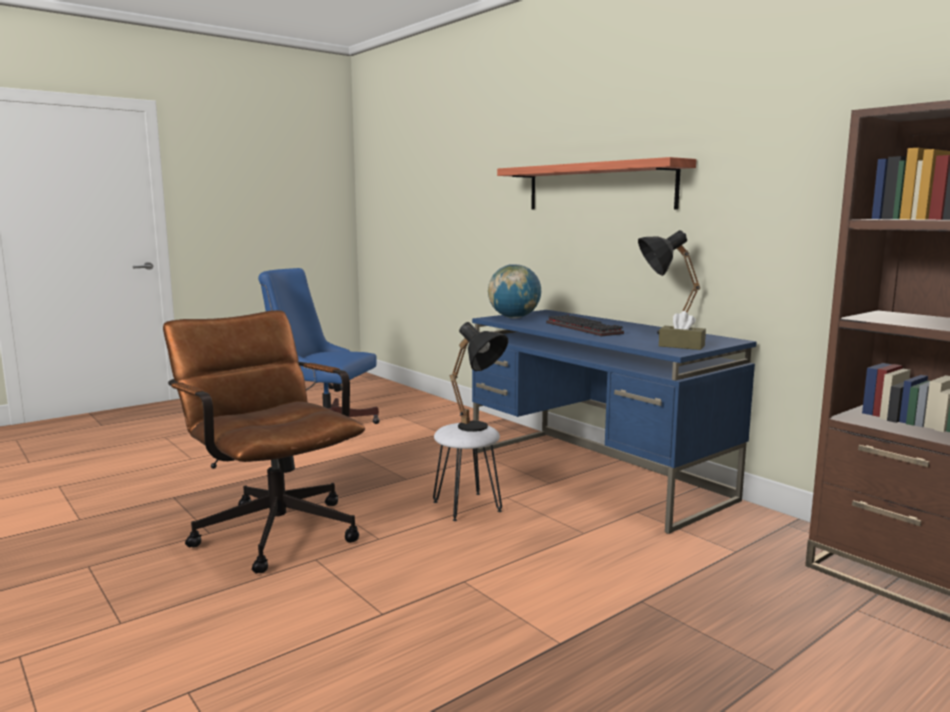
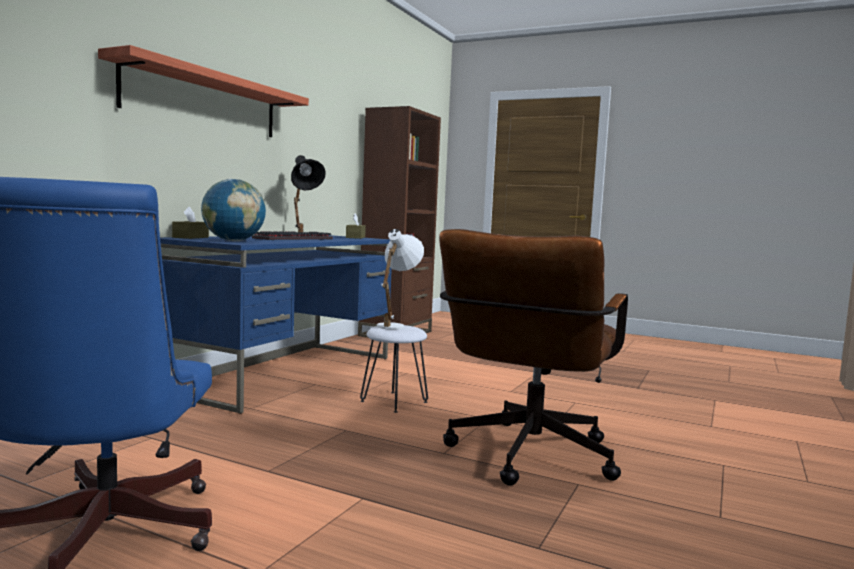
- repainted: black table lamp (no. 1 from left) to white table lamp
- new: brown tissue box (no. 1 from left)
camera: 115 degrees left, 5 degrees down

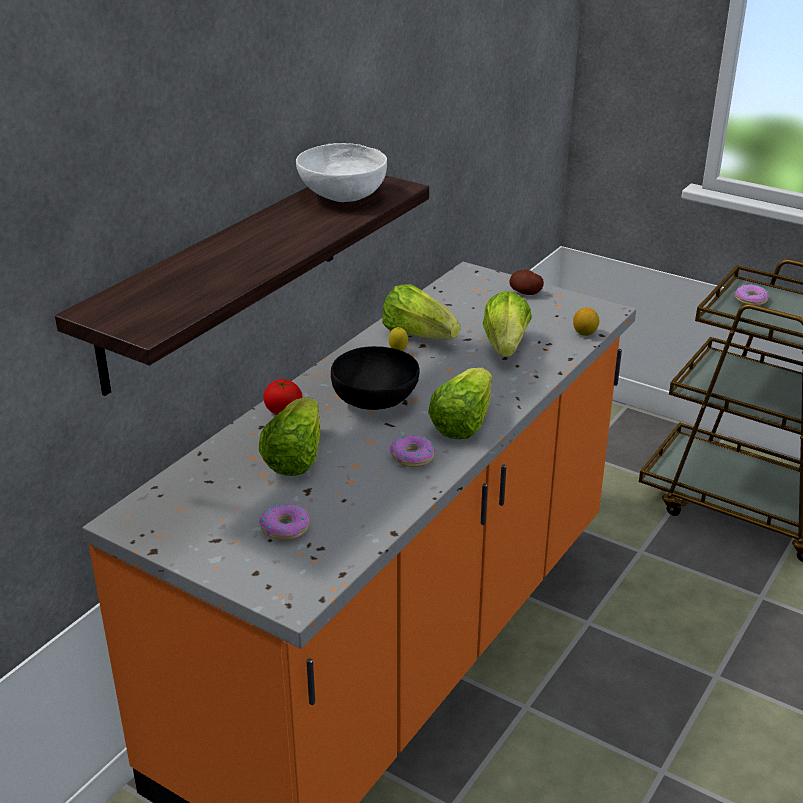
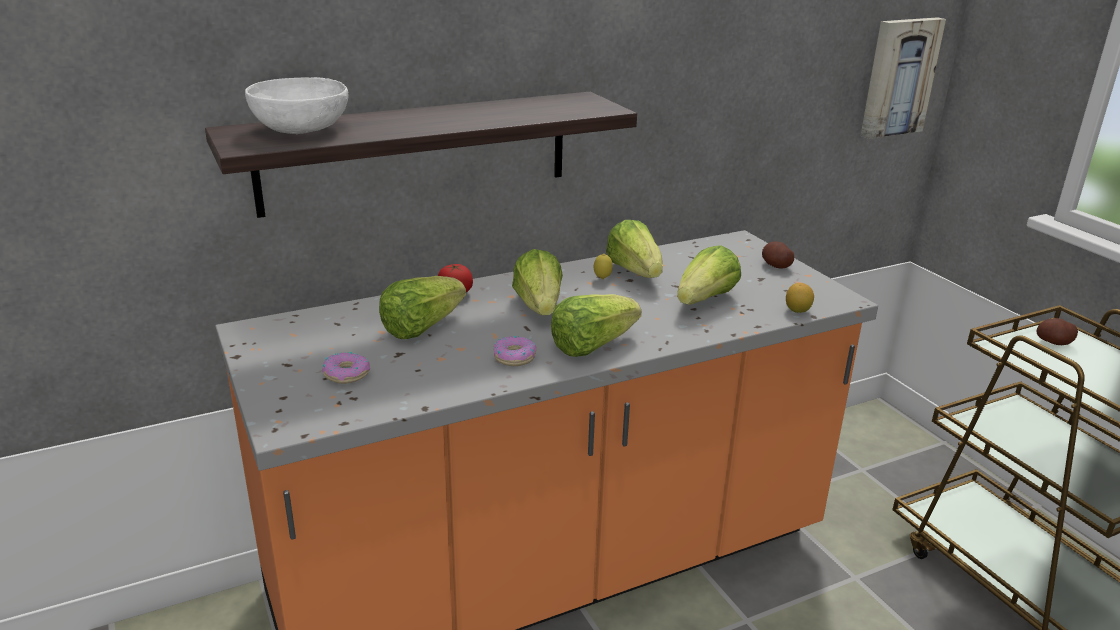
- shifted: white bowl
- swapped: donut (no. 3 from left) to potato (no. 2 from left)
- swapped: black bowl to lettuce (no. 2 from left)
- new: picture
camera: 30 degrees right, 5 degrees down

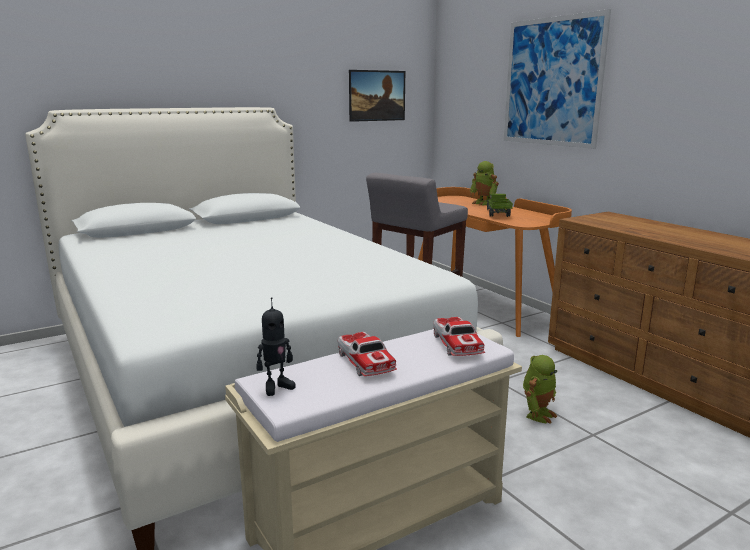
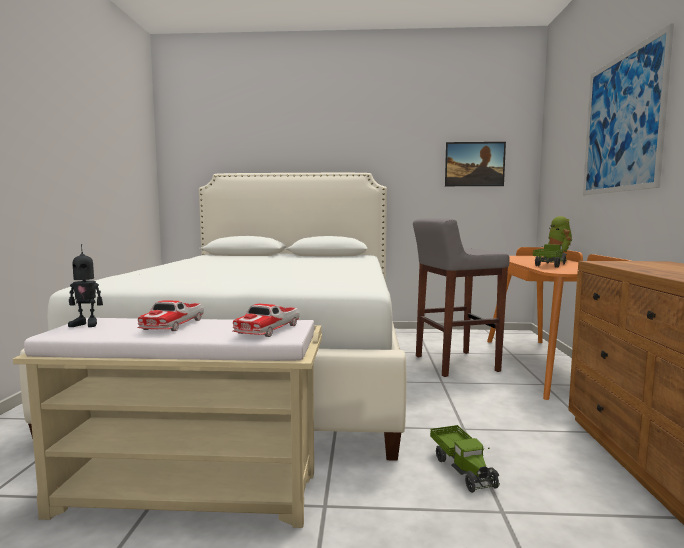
- swapped: toy robot (no. 3 from left) to toy truck (no. 1 from left)
camera: 35 degrees right, 10 degrees down

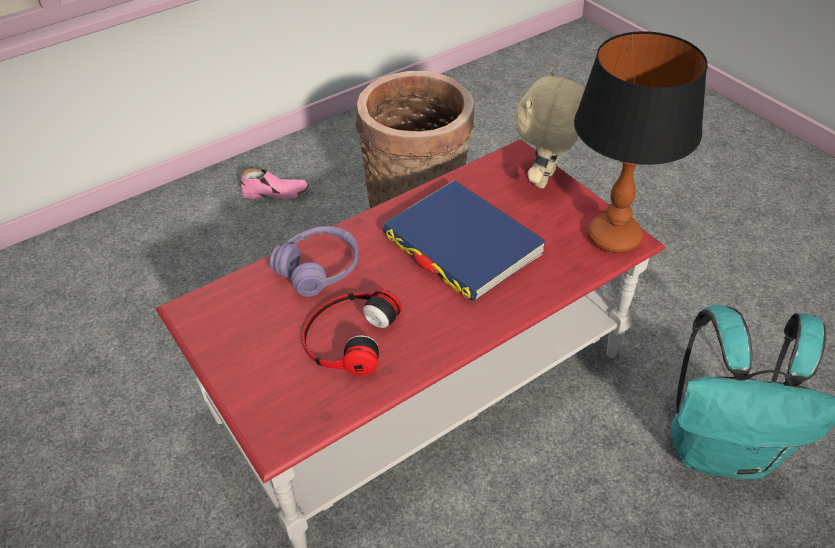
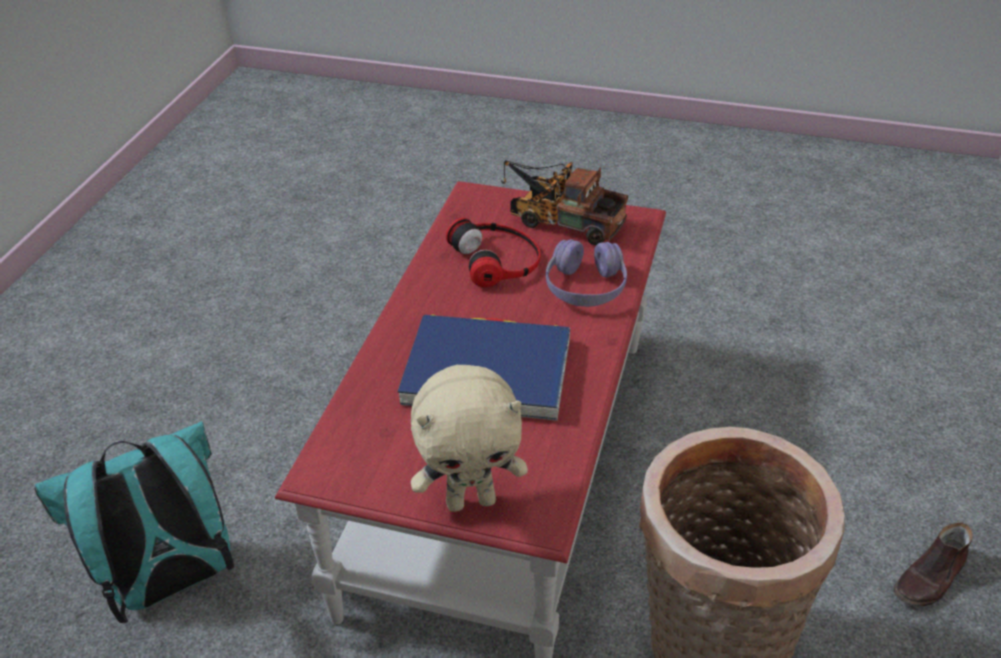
- gone: table lamp
- rotated: beige plush toy 90 degrees clockwise
- repainted: pink shoe to brown shoe
- new: toy truck
camera: 140 degrees right, 5 degrees down

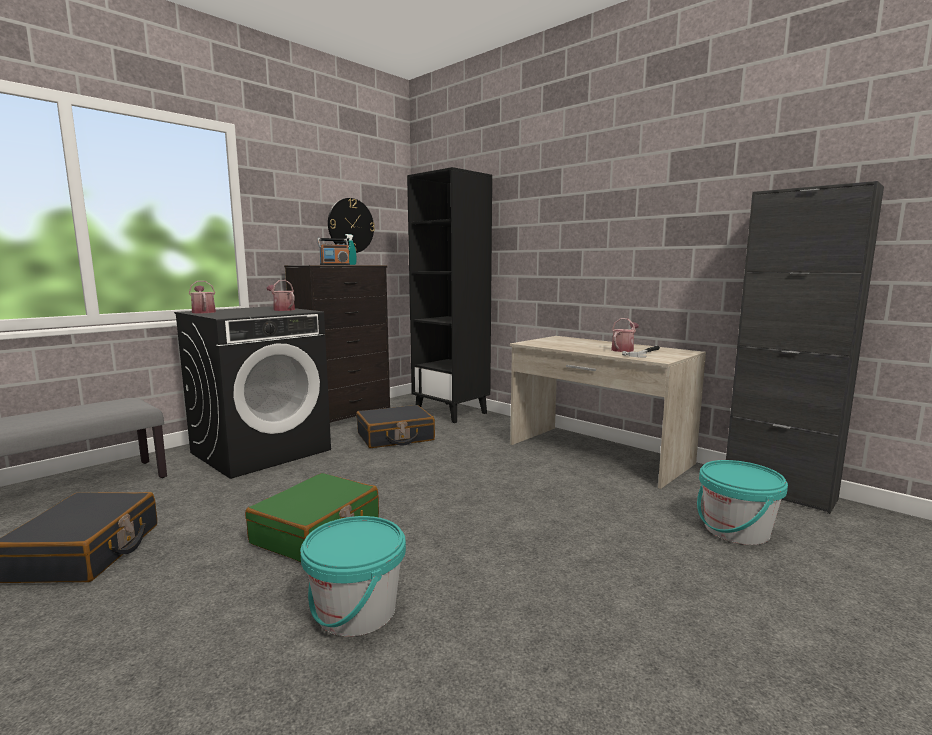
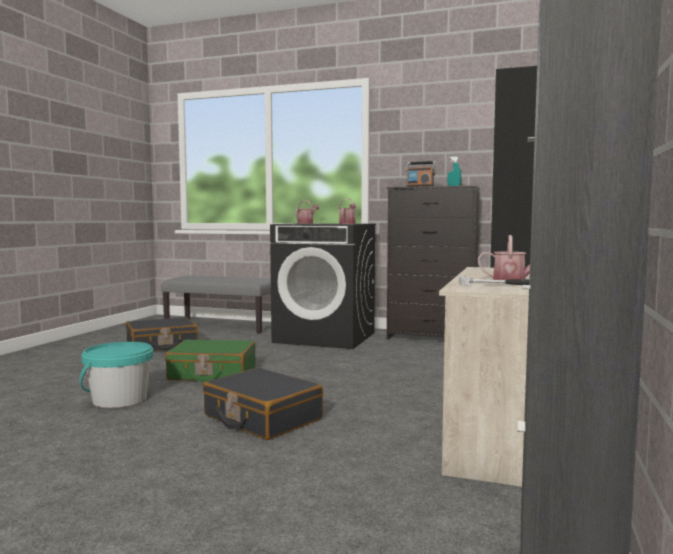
- gone: wall clock
- shifted: black suitcase (no. 2 from left)
- gone: turquoise bucket (no. 2 from left)
camera: 65 degrees right, 5 degrees down

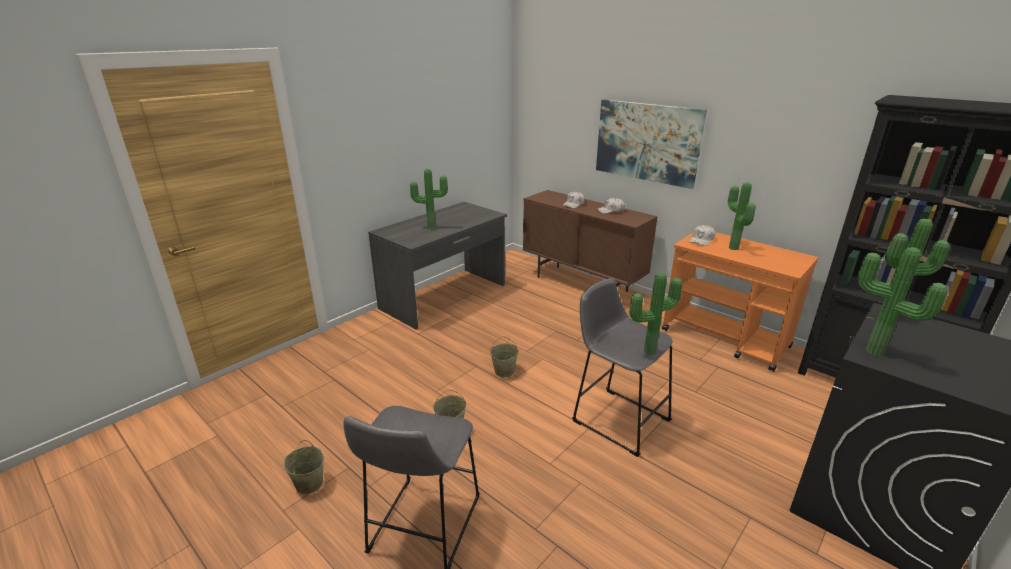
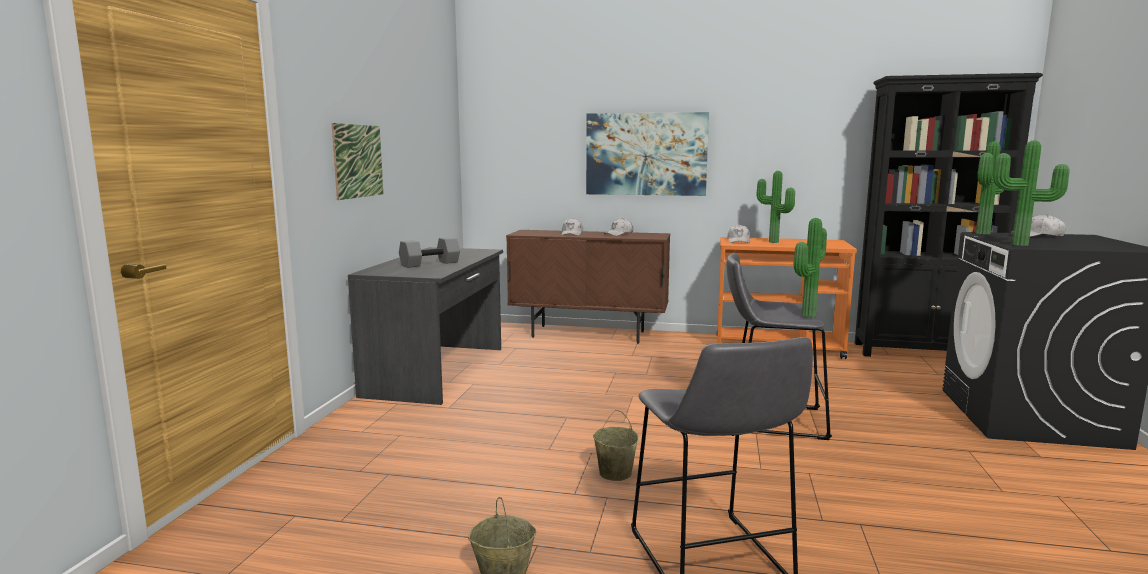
- swapped: potted plant (no. 1 from left) to grey dumbbell
- gone: beige bucket (no. 3 from left)
- new: picture (no. 1 from left)
- new: white cap (no. 4 from left)
camera: 30 degrees left, 15 degrees down

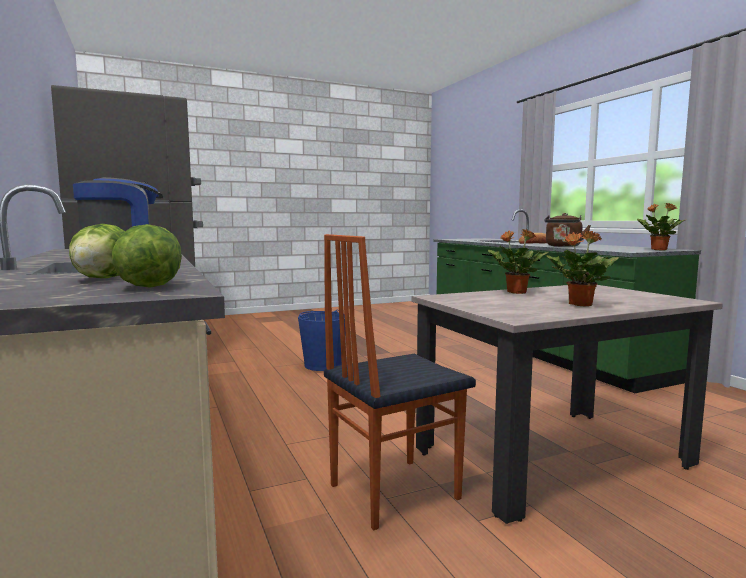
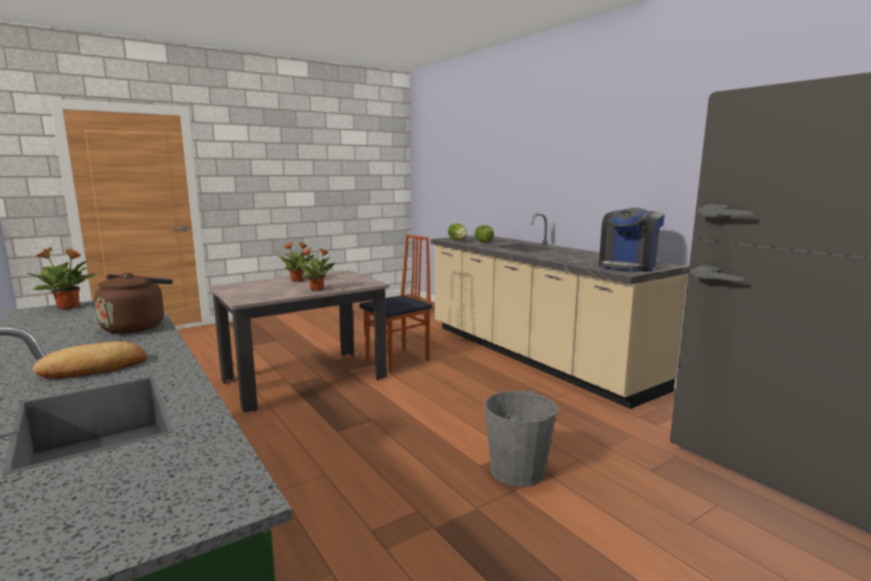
- repainted: blue bucket to grey bucket
camera: 170 degrees right, 5 degrees up

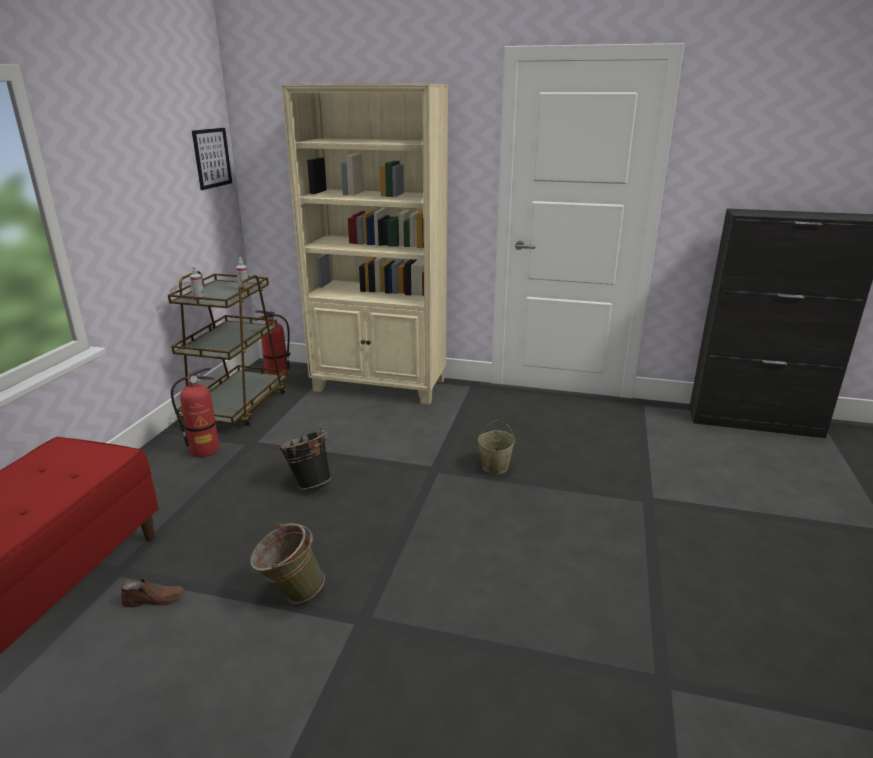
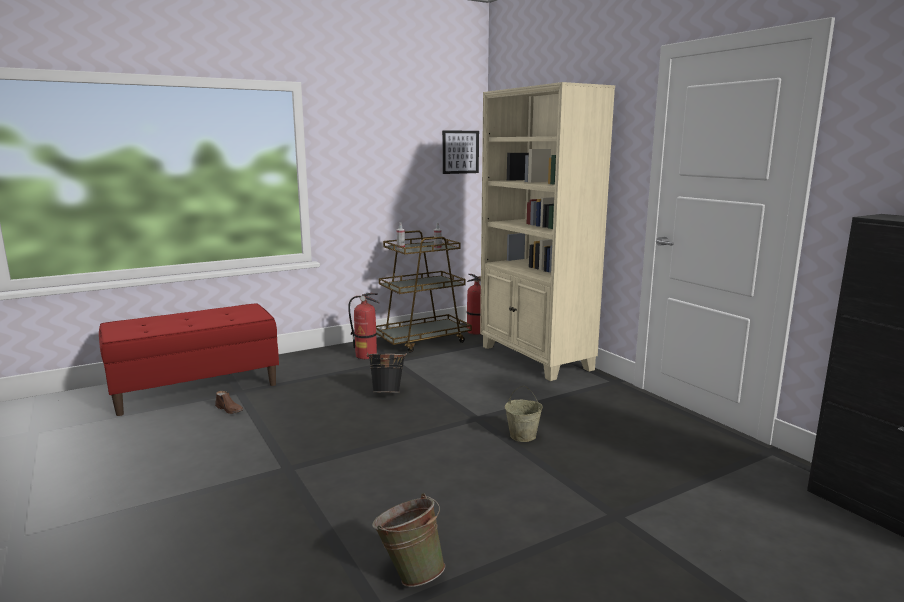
- shifted: green bucket
camera: 45 degrees right, 10 degrees down

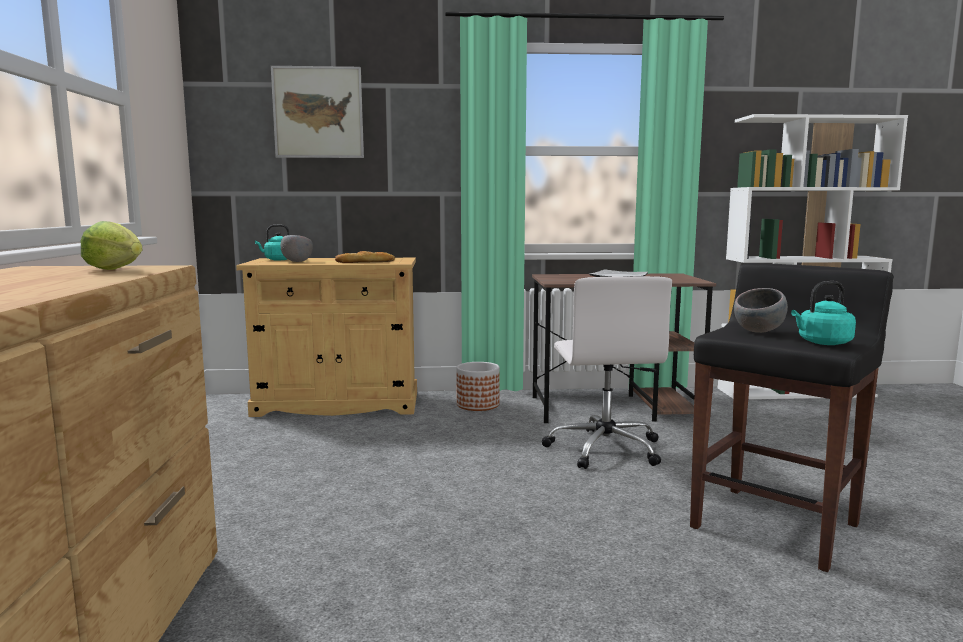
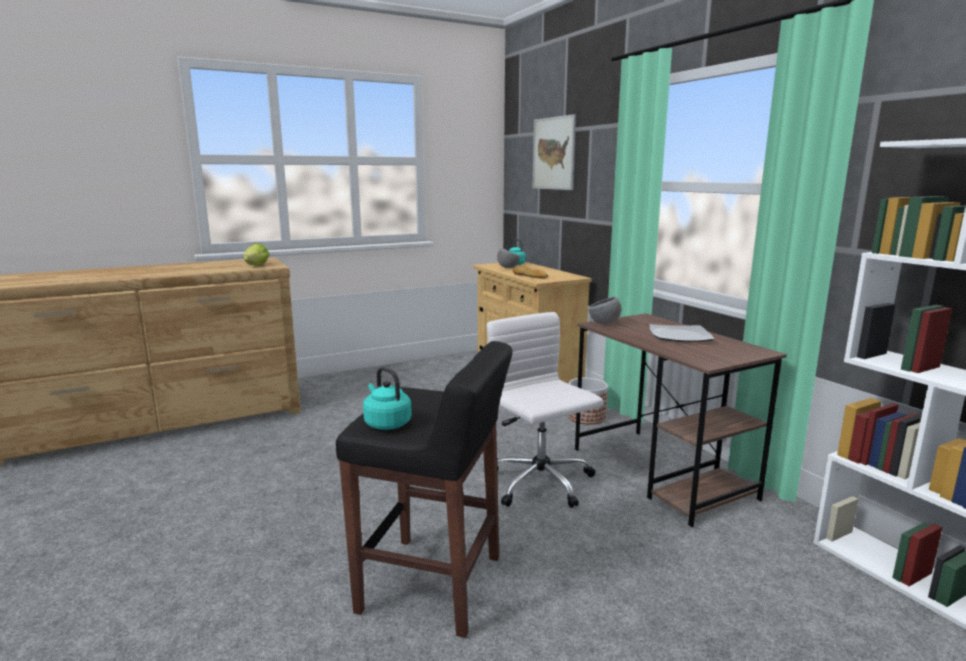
- rotated: white office chair 90 degrees clockwise
- shifted: grey bowl (no. 2 from left)
camera: 65 degrees right, 5 degrees up

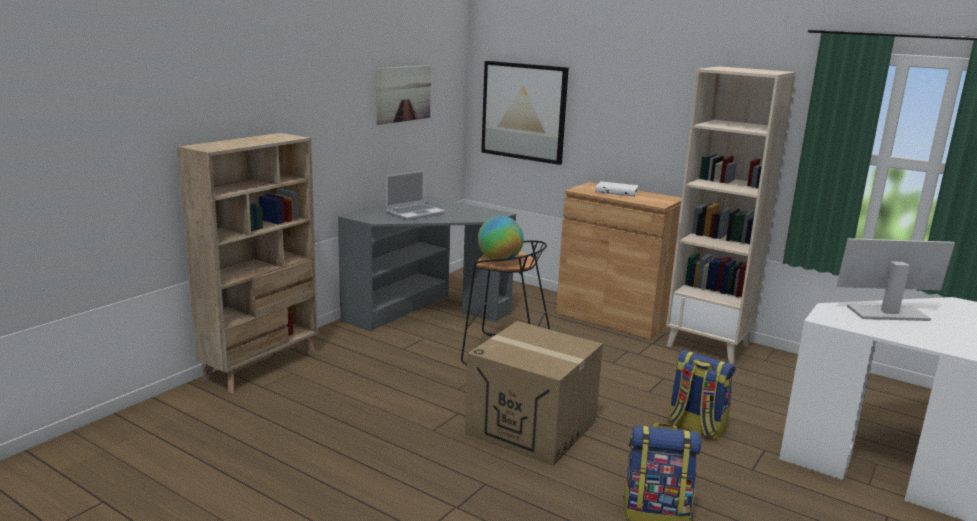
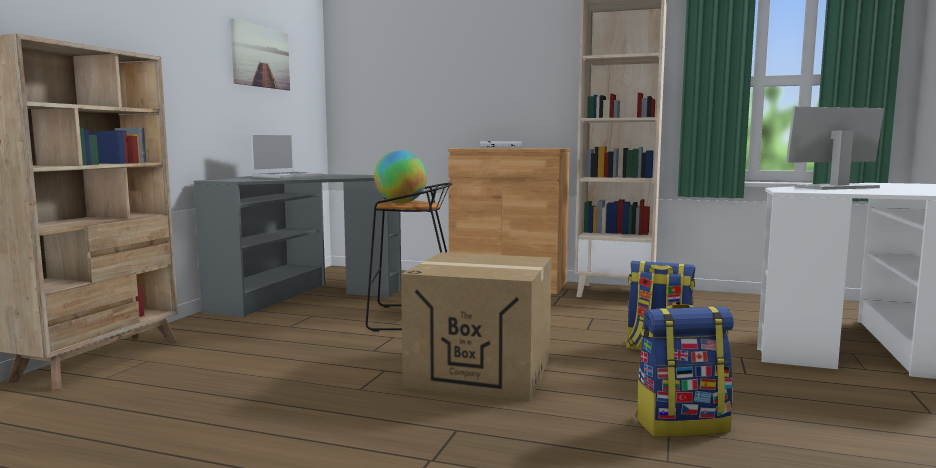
- gone: picture (no. 2 from left)
camera: 15 degrees left, 10 degrees down

